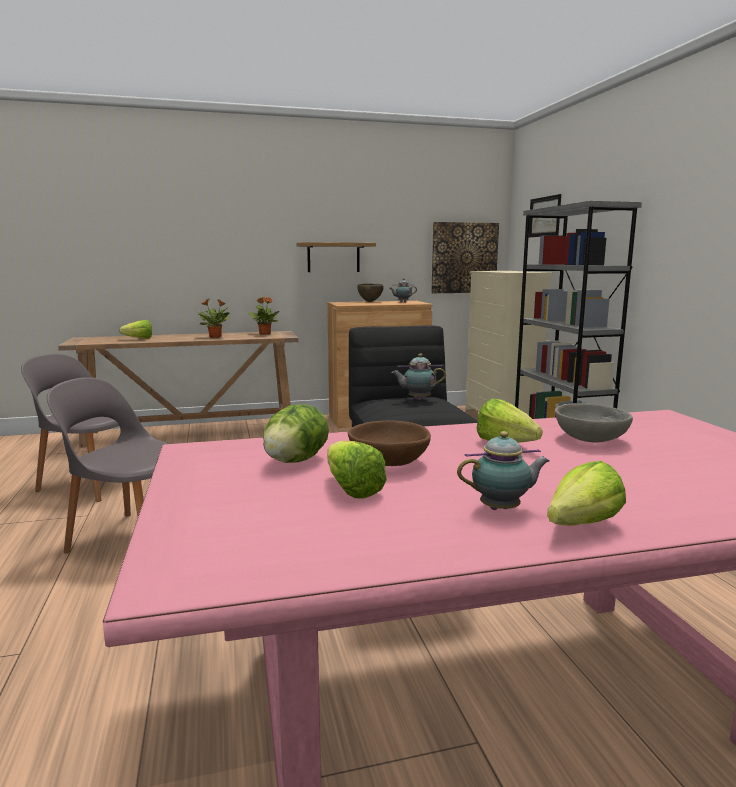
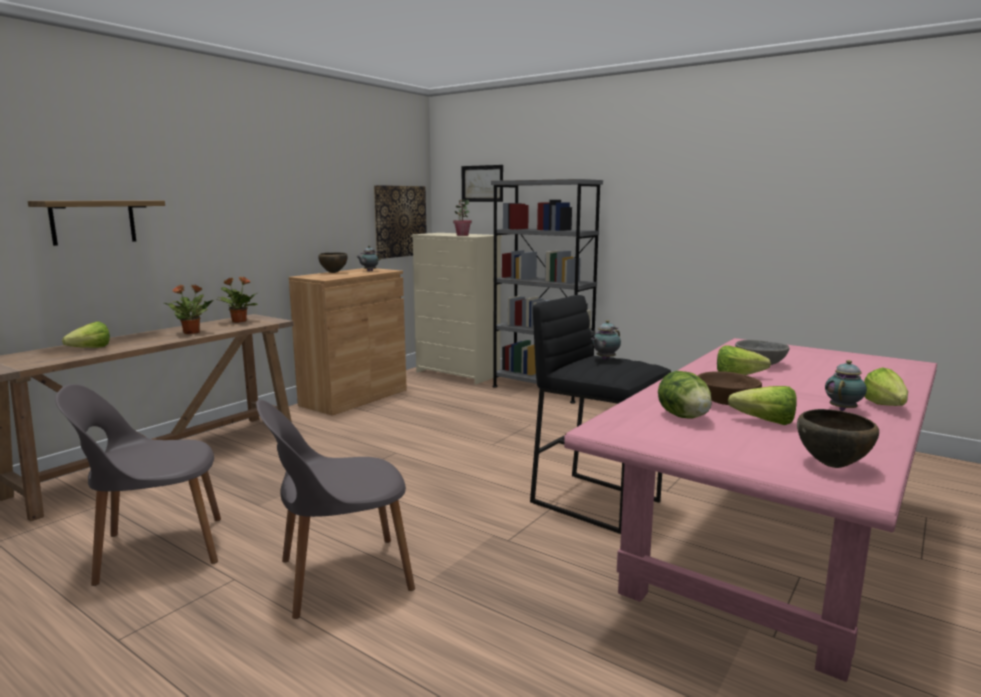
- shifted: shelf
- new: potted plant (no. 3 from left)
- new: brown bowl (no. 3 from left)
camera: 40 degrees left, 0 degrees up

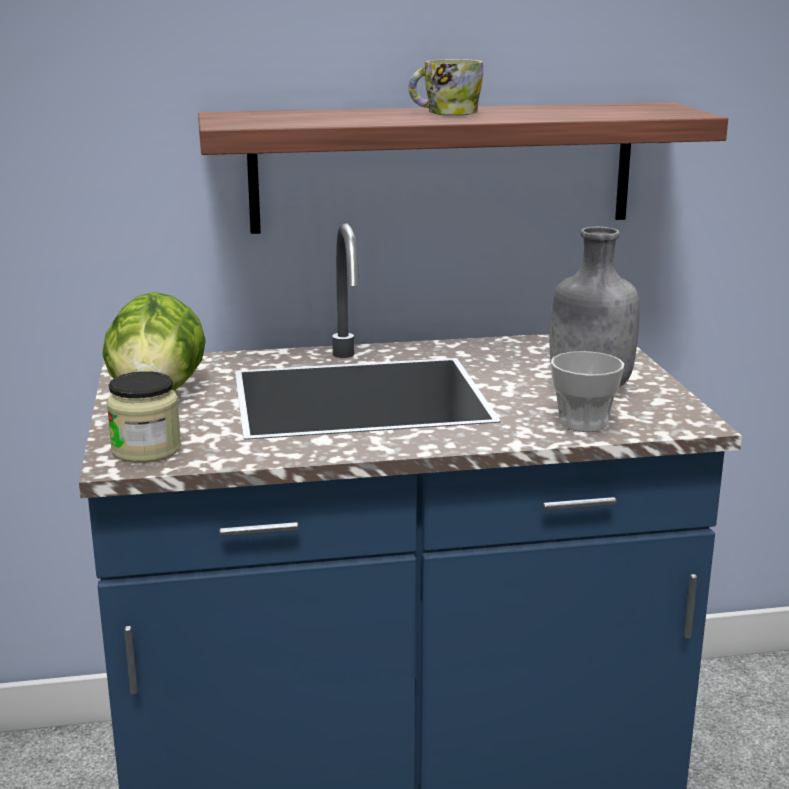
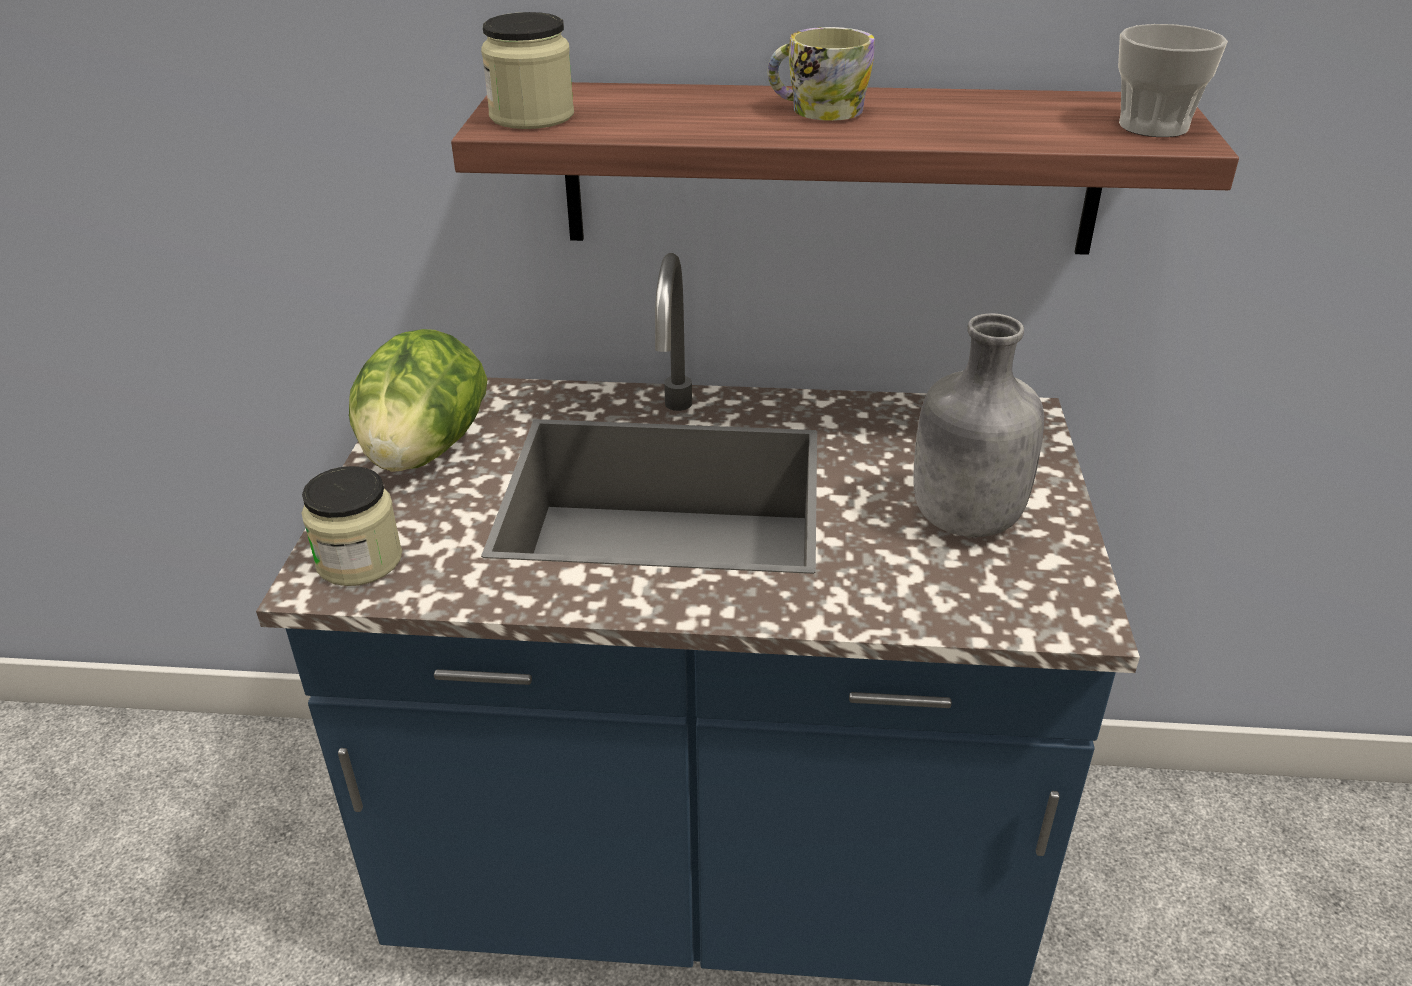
- shifted: cup
- new: jar (no. 2 from left)
camera: 15 degrees right, 15 degrees up

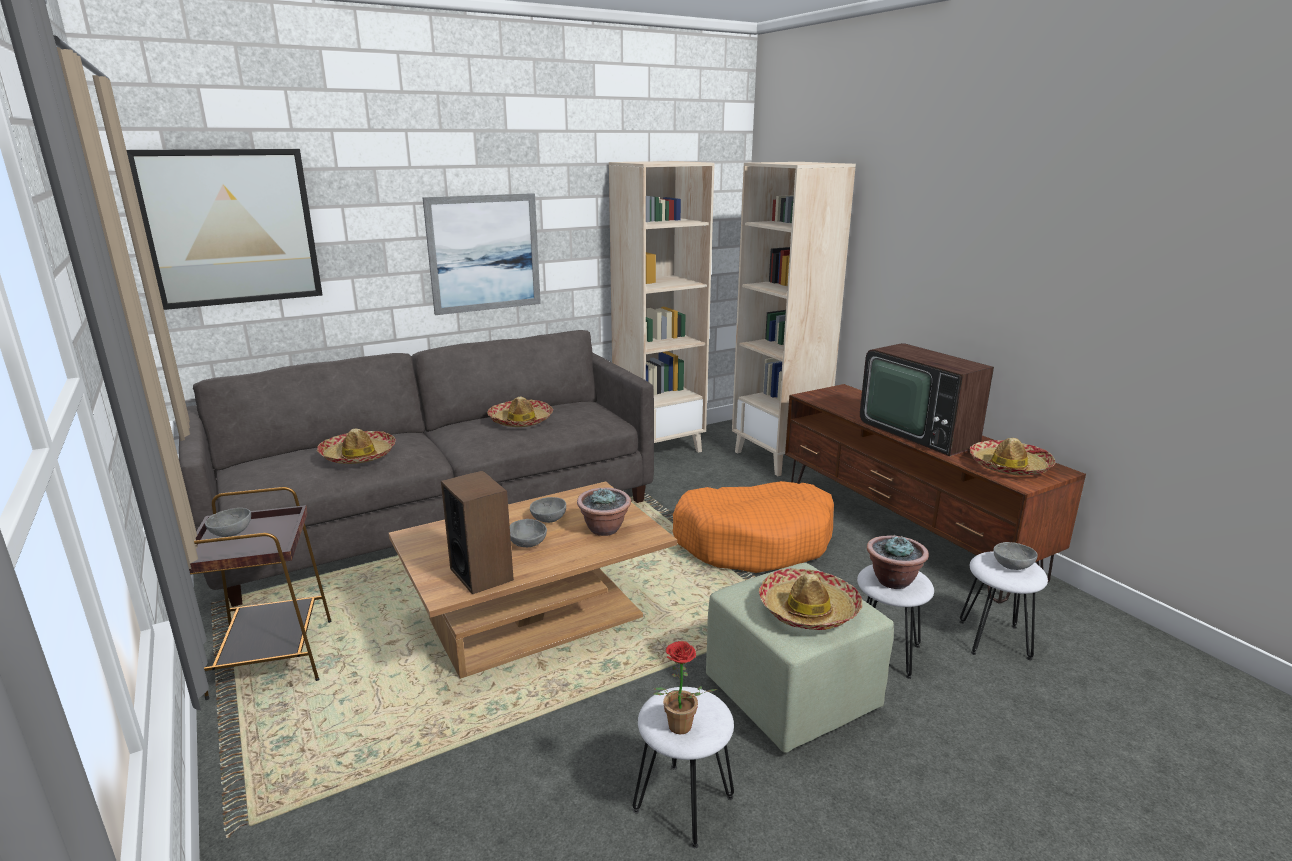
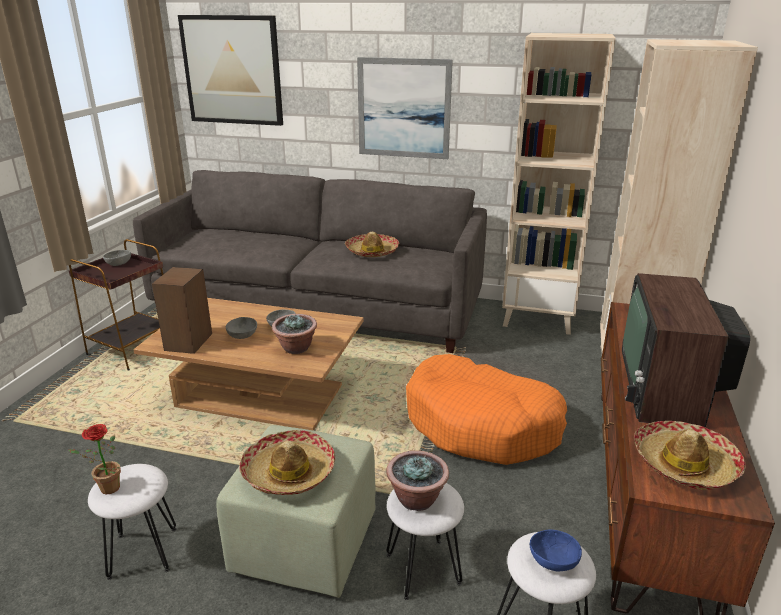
- gone: hat (no. 1 from left)
- repainted: grey bowl (no. 4 from left) to blue bowl
camera: 45 degrees right, 5 degrees up

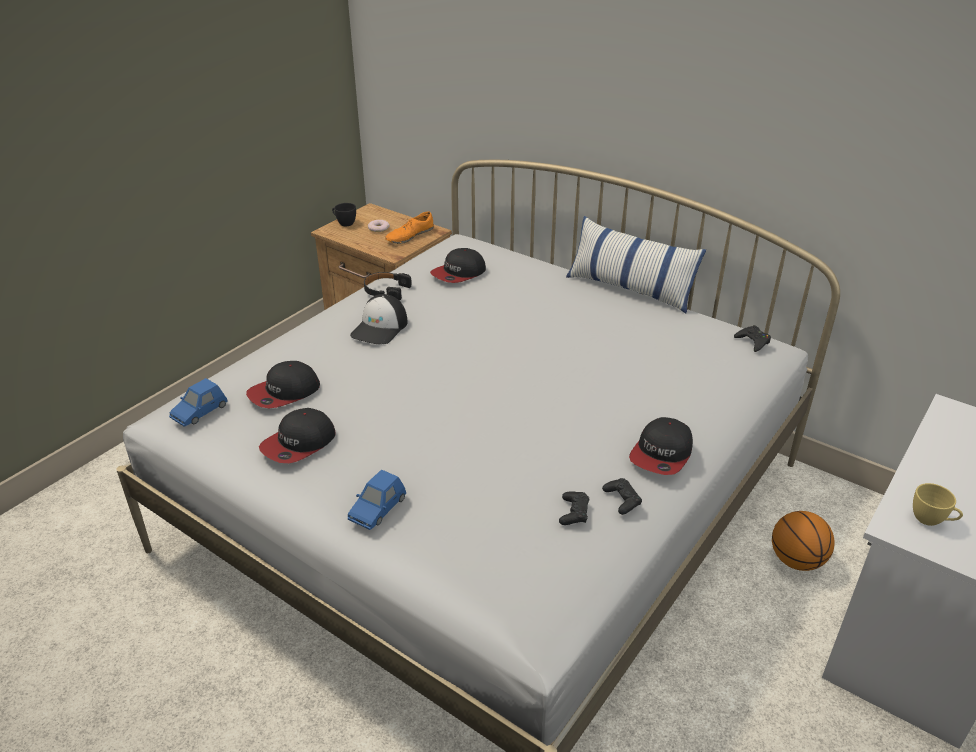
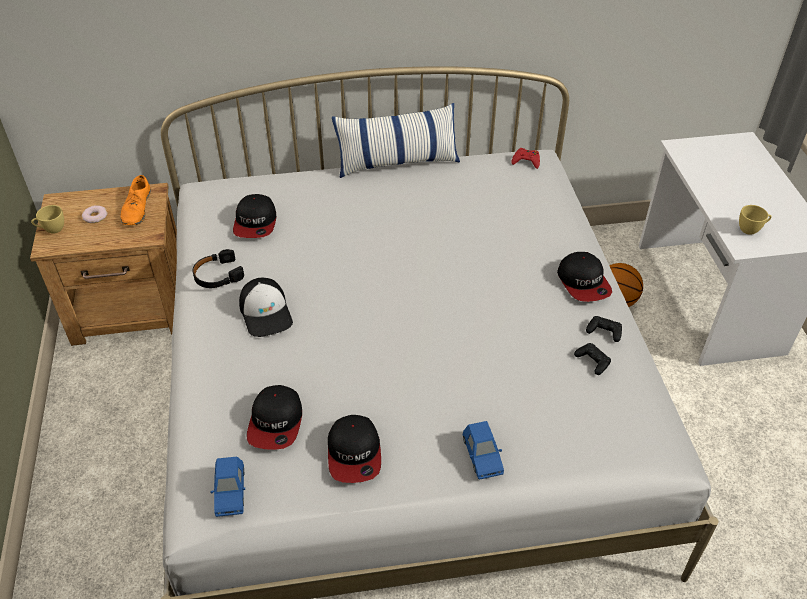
- repainted: black cup to yellow cup (no. 1 from left)
- repainted: black game controller (no. 3 from left) to red game controller
camera: 45 degrees left, 10 degrees up

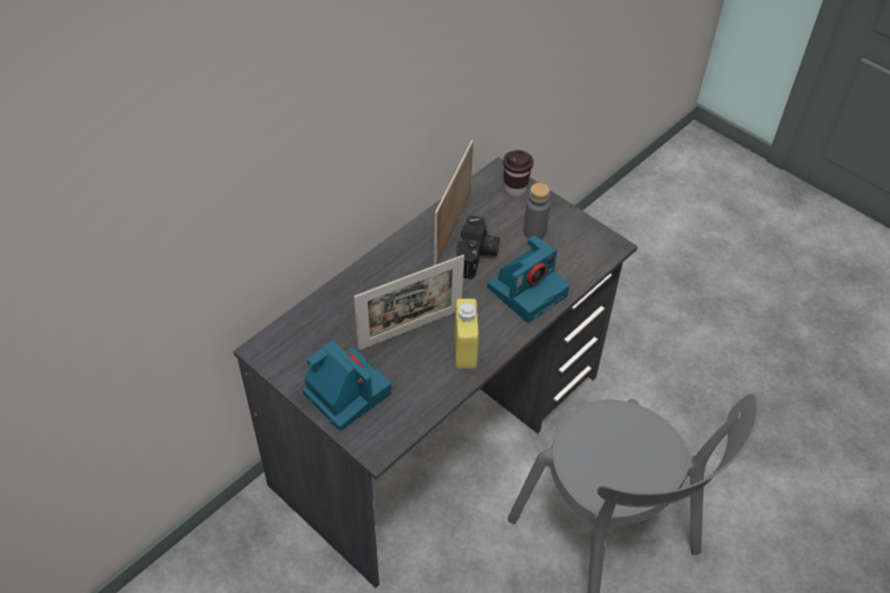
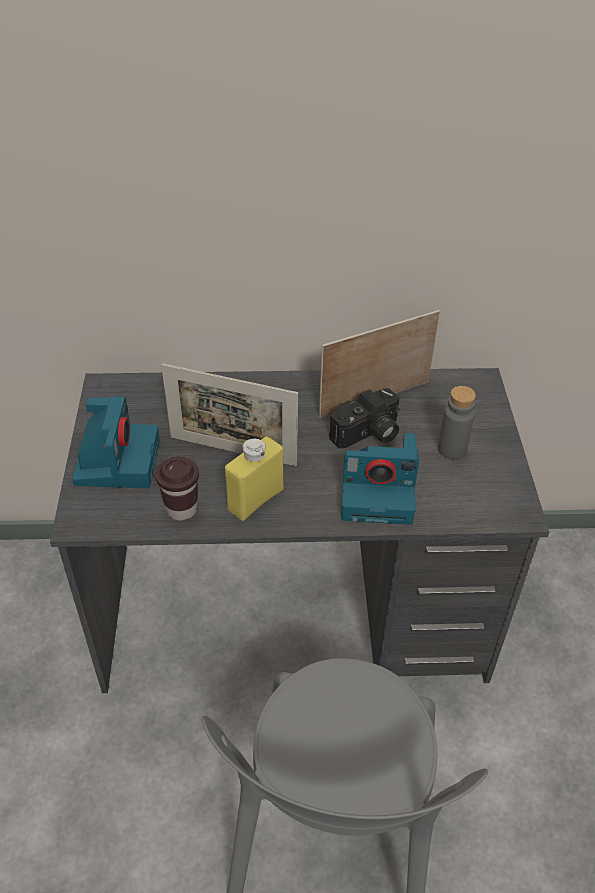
- shifted: brown cup
camera: 45 degrees right, 5 degrees down

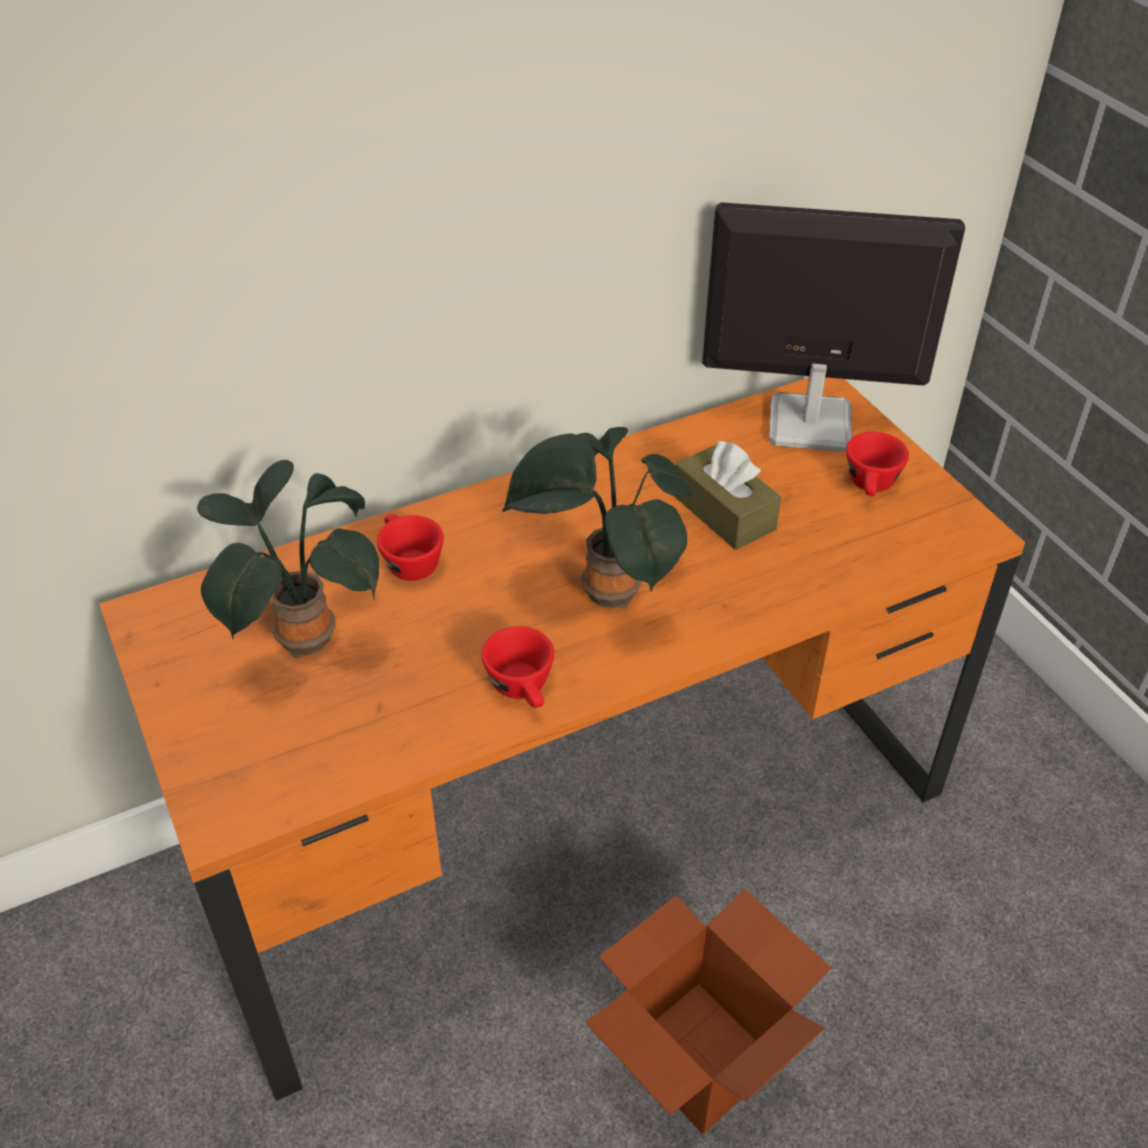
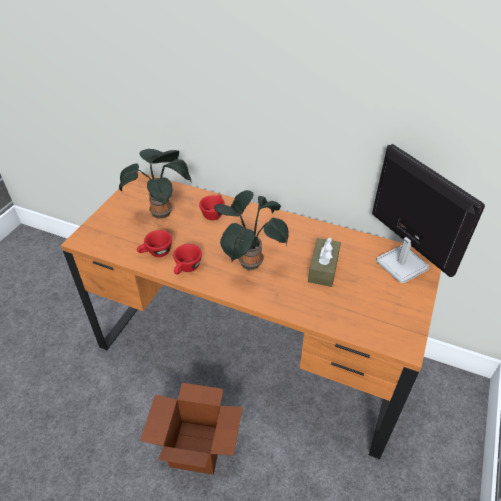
- shifted: red cup (no. 3 from left in the first image) to red cup (no. 1 from left)
camera: 50 degrees right, 0 degrees up

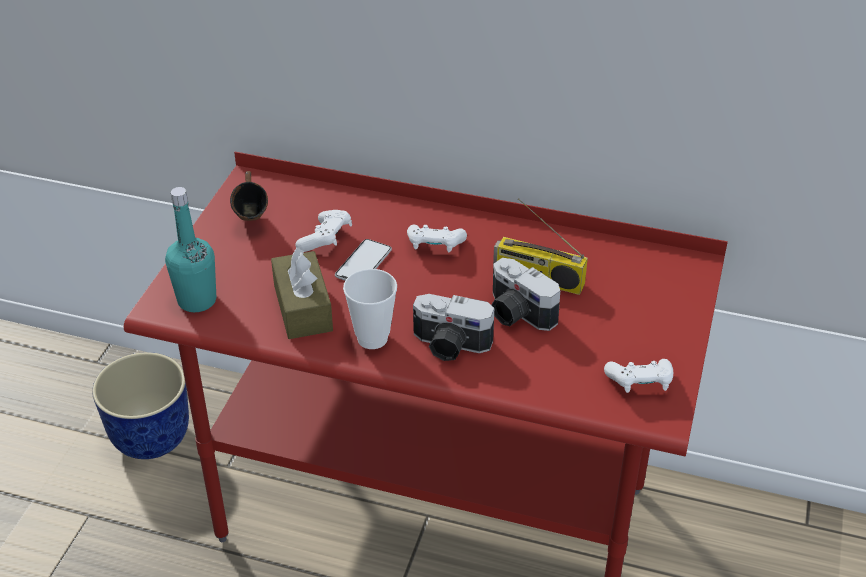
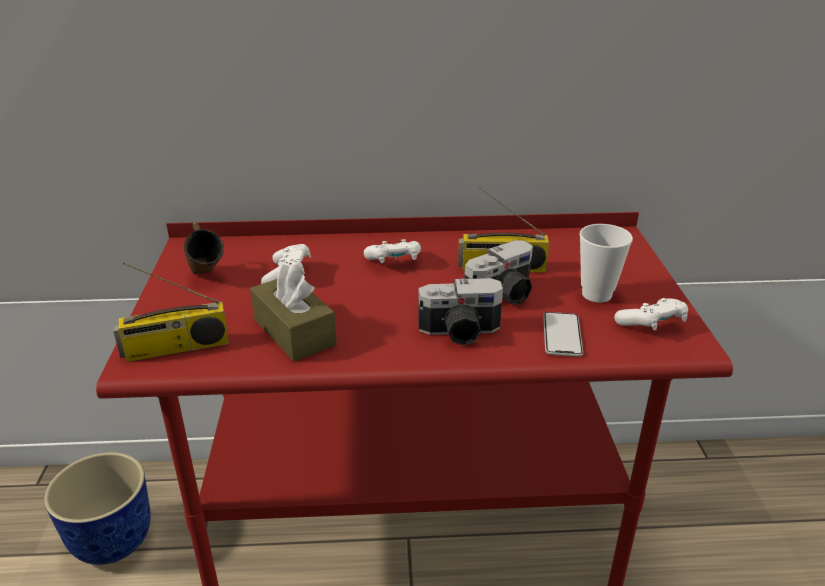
- swapped: turquoise bottle to radio (no. 1 from left)
- shifted: phone
- rotated: photo camera (no. 2 from left) 60 degrees counterclockwise
- shifted: cup
camera: 20 degrees left, 10 degrees down

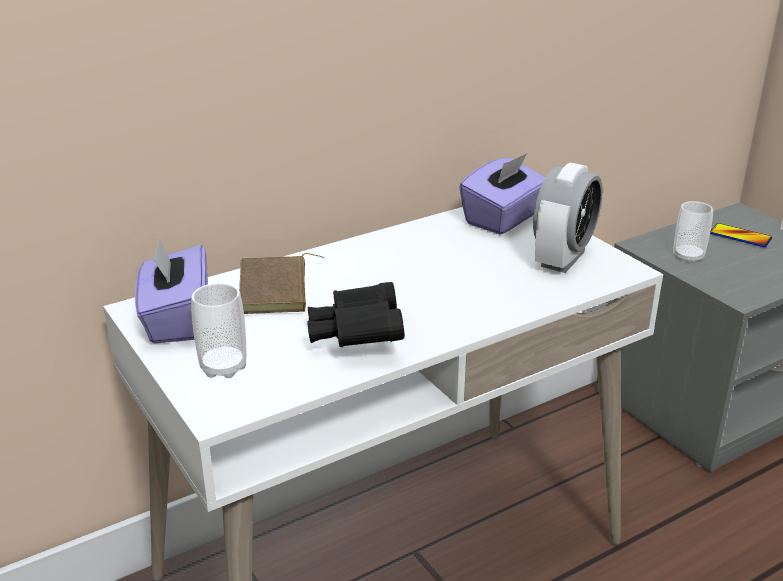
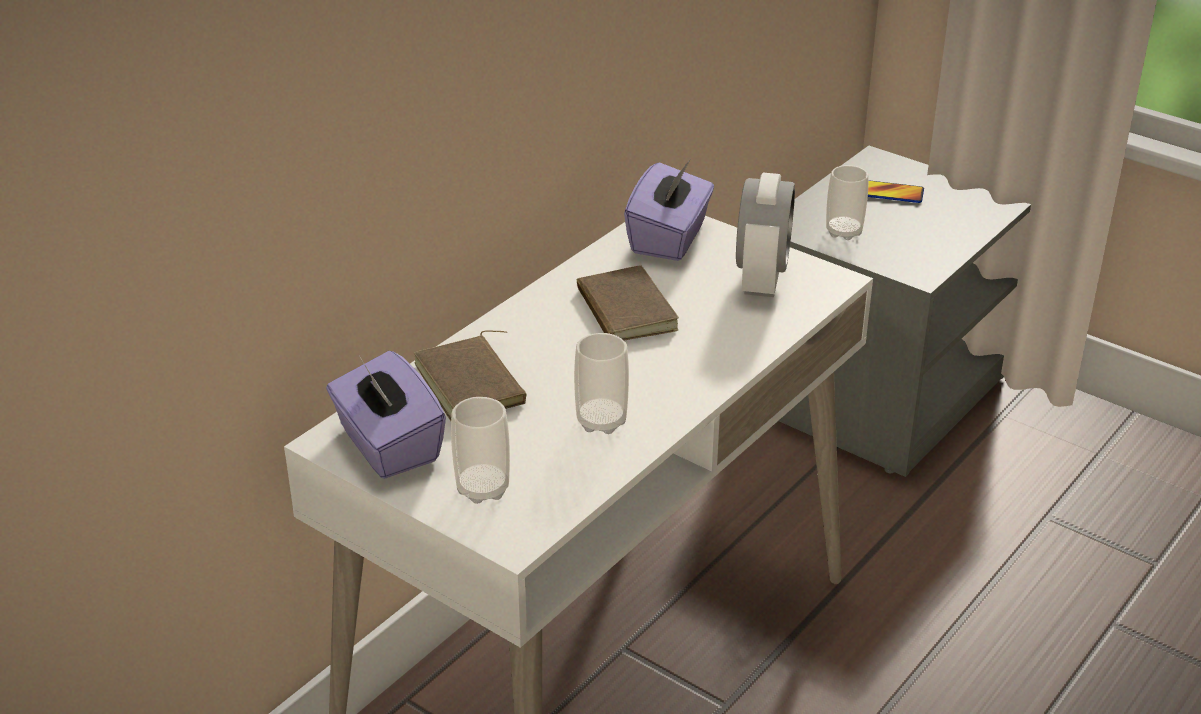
- swapped: black binoculars to cup (no. 2 from left)
- new: brown book (no. 2 from left)
camera: 20 degrees left, 5 degrees up

